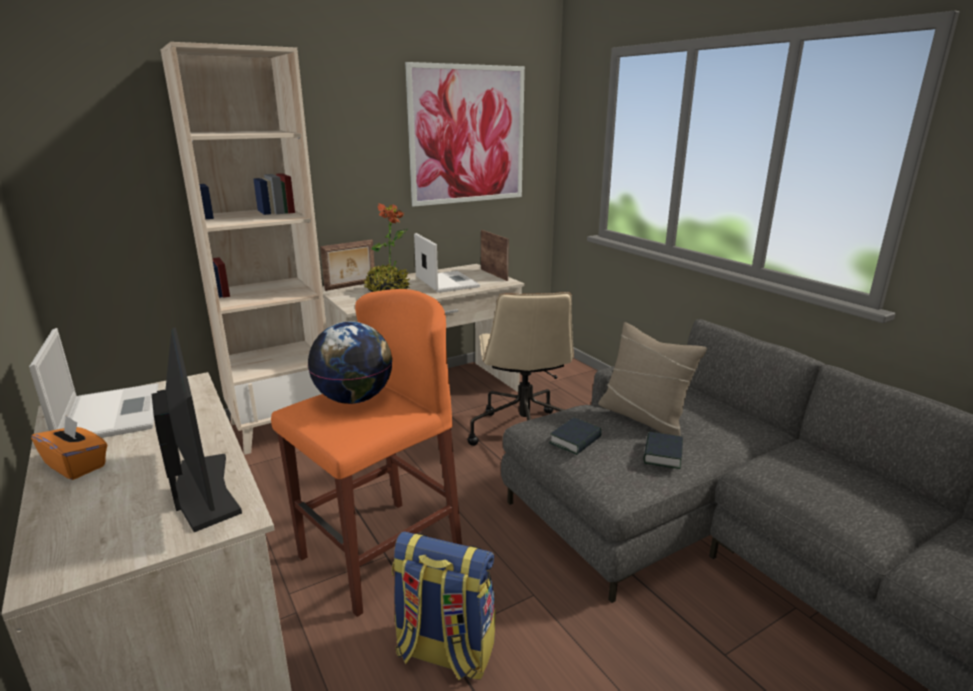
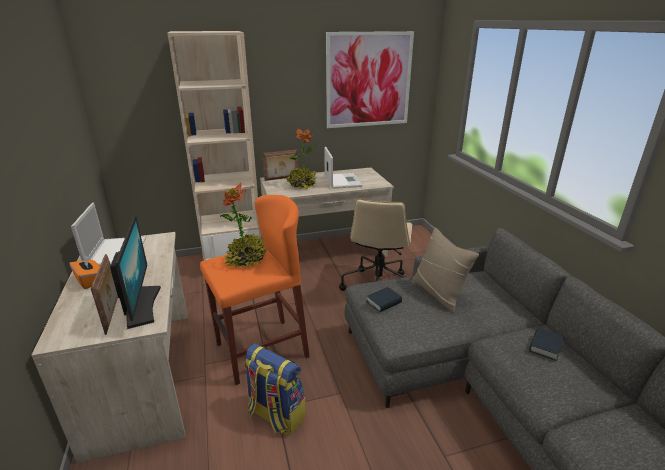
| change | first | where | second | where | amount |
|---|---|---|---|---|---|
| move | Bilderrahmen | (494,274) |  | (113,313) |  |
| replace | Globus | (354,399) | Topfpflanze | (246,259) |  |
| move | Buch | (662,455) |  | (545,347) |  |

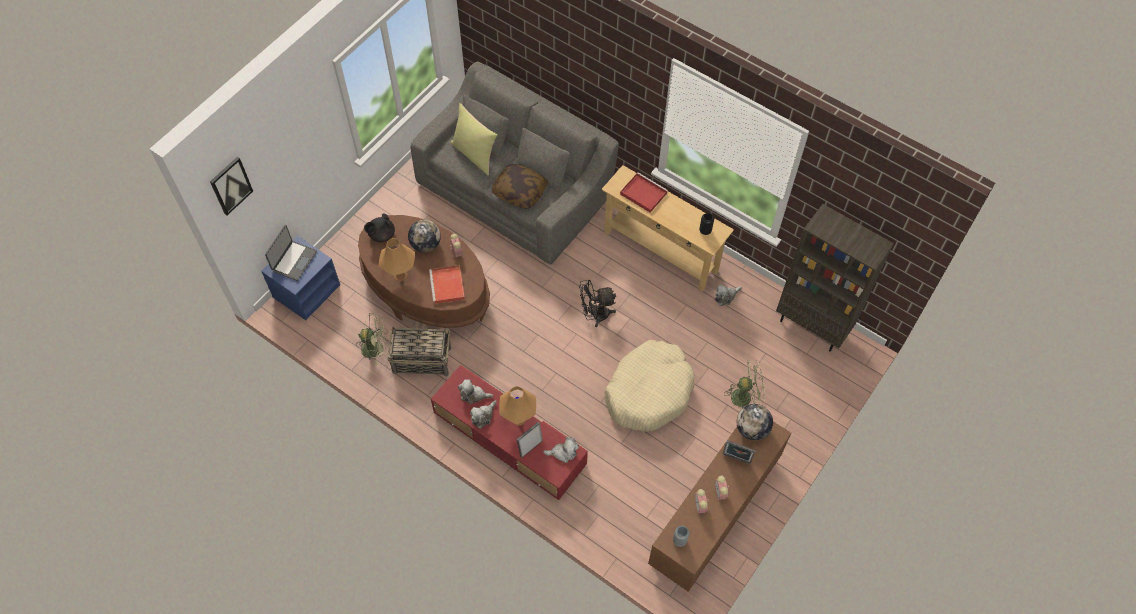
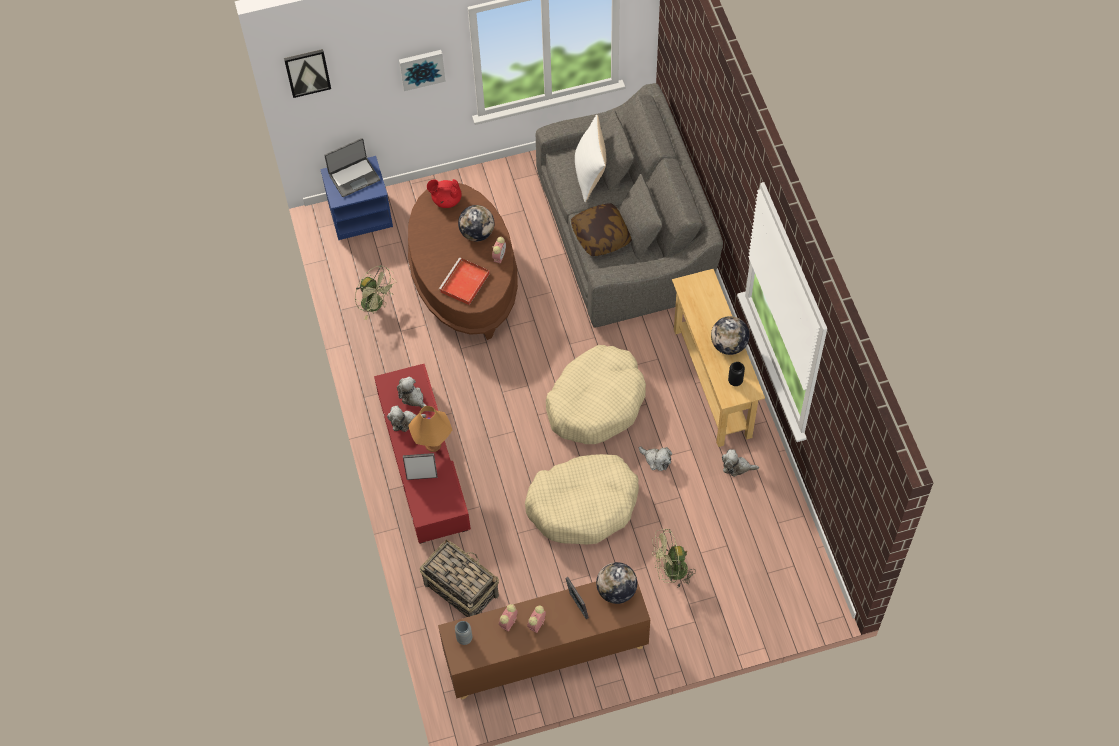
| change | first | where | second | where | amount |
|---|---|---|---|---|---|
| recolor | Kissen (gelb) | (475,154) | Kissen (weiß) | (590,175) |  |
| delete | Tablett (rot) | (642,193) |  |  |  |
| delete | Bücherregal (braun) | (812,326) |  |  |  |
| recolor | Teekanne (schwarz) | (381,235) | Teekanne (rot) | (446,200) |  |
| delete | Tischlampe (orange) | (400,275) |  |  |  |
| replace | Ventilator (schwarz) | (595,315) | Hundebett (beige) | (596,402) |  |
| move | Korb | (421,360) |  | (460,589) |  |
| rotate | Ventilator (grün) | (745,396) |  | (670,571) | 135 degrees clockwise |
| move | Plüschtier | (563,452) |  | (656,460) |  |
| insert |  |  | Bild | (421,68) |  |
| insert |  |  | Globus | (729,345) |  |

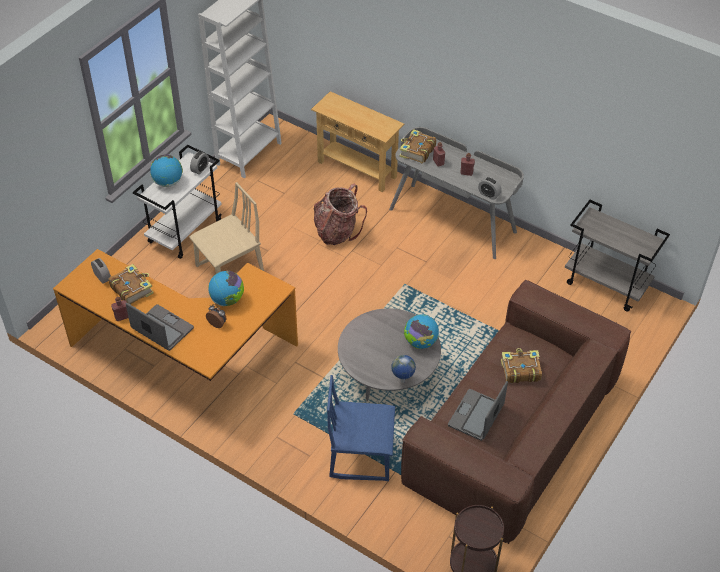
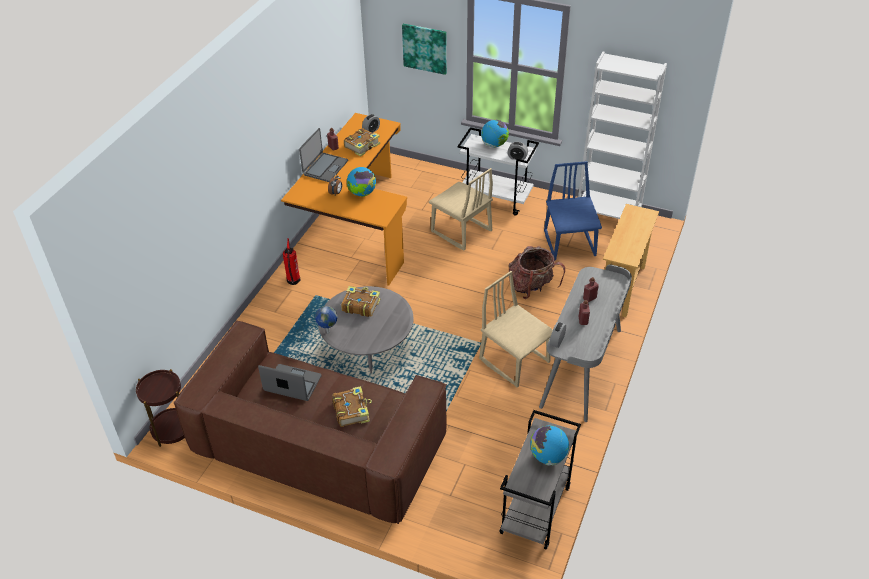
| change | first | where | second | where | amount |
|---|---|---|---|---|---|
| move | Buch | (416,151) |  | (360,305) |  |
| move | Globus | (420,342) |  | (548,456) |  |
| move | Stuhl (blau) | (360,455) |  | (570,243) |  |
| insert |  |  | Bild | (425,48) |  |
| insert |  |  | Feuerlöscher | (293,281) |  |
| insert |  |  | Stuhl (beige) | (515,360) |  |

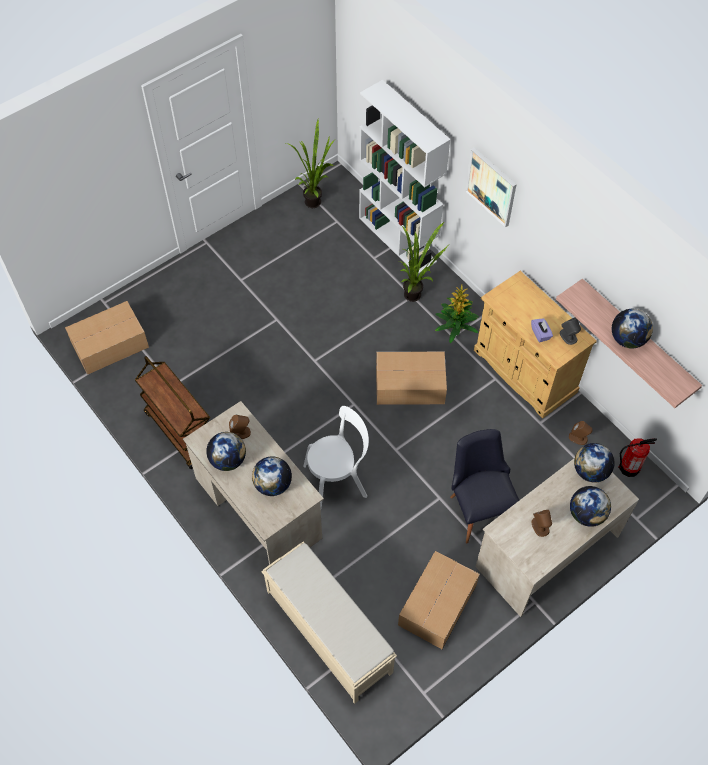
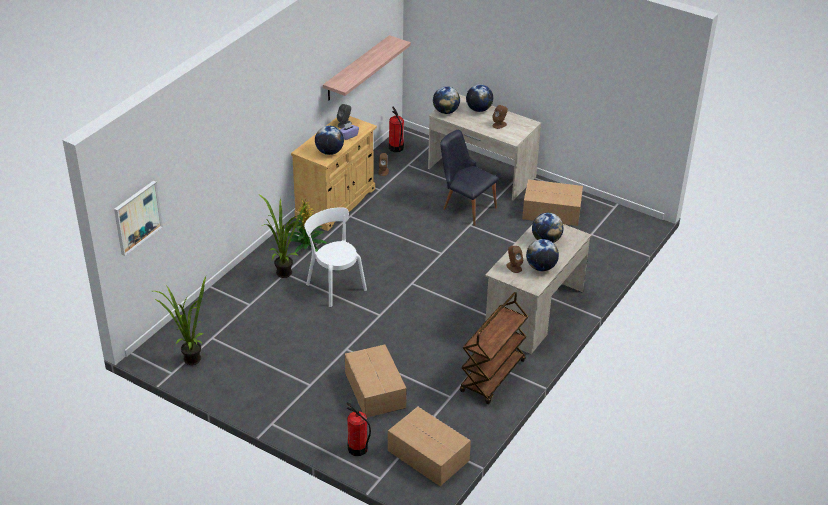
| change | first | where | second | where | amount |
|---|---|---|---|---|---|
| delete | Bücherregal (weiß) | (398,239) |  |  |  |
| move | Bild | (491,186) |  | (137,217) |  |
| move | Globus | (627,339) |  | (329,152) |  |
| move | Karton | (411,385) |  | (375,389) |  |
| move | Stuhl (weiß) | (338,480) |  | (335,285) |  |
| rotate | Stuhl (schwarz) | (479,506) |  | (465,206) | 75 degrees clockwise |
| delete | Bank (beige) | (328,631) |  |  |  |
| insert |  |  | Feuerlöscher | (357,449) |  |

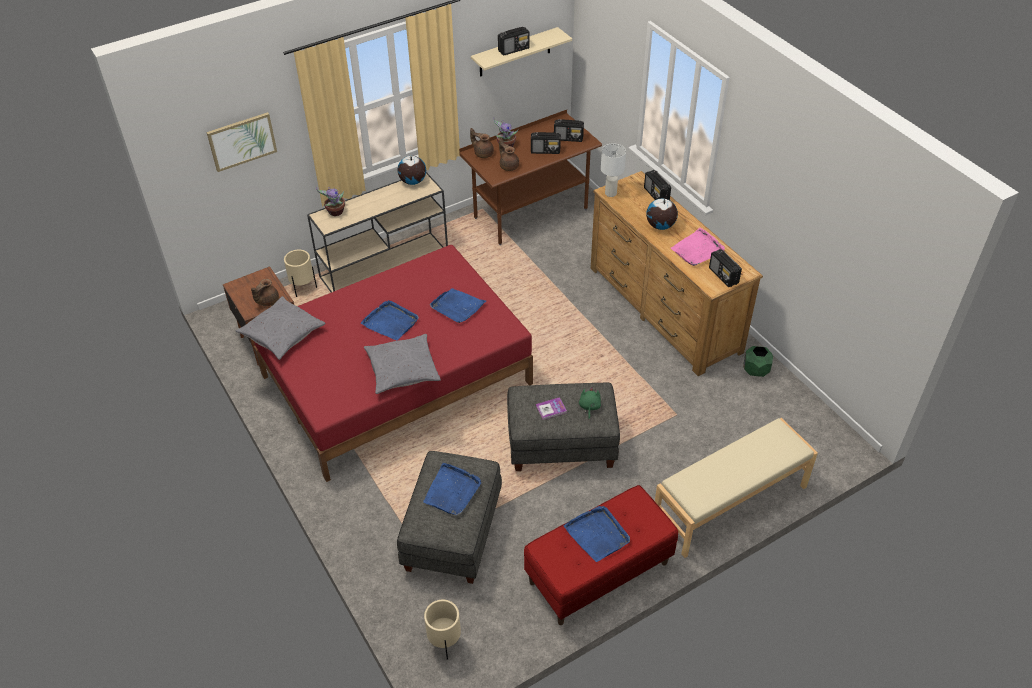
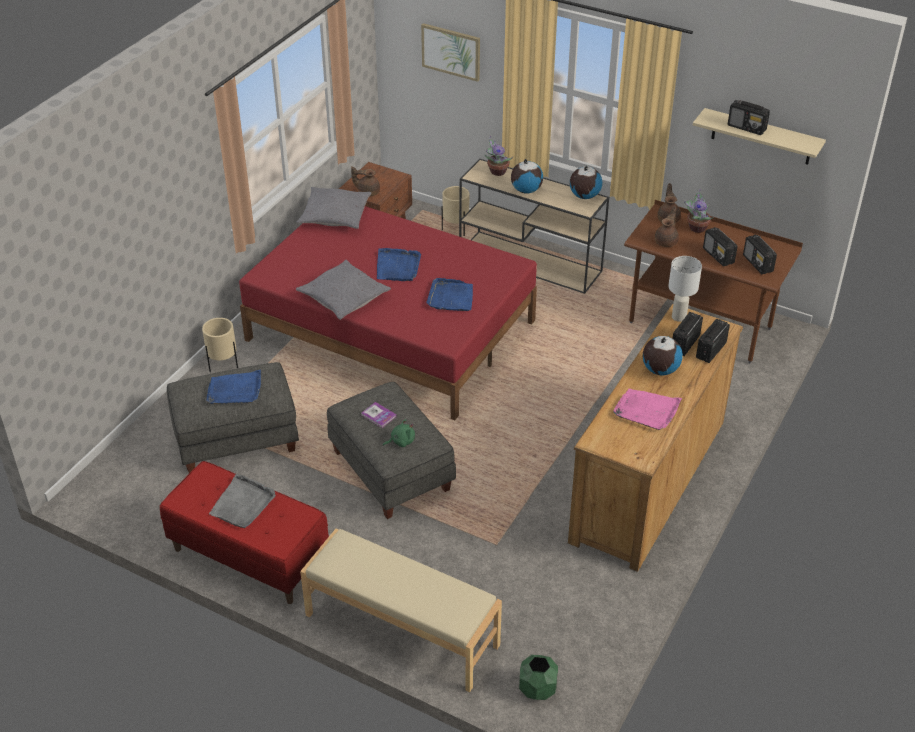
| change | first | where | second | where | amount |
|---|---|---|---|---|---|
| move | Radio | (723,276) |  | (685,344) |  |
| move | Pflanzkübel (grün) | (755,371) |  | (537,689) |  |
| recolor | Tablett (blau) | (597,534) | Tablett (grau) | (243,504) |  |
| move | Pflanzkübel (beige) | (444,642) |  | (223,365) |  |
| insert |  |  | Globus | (526,190) |  |

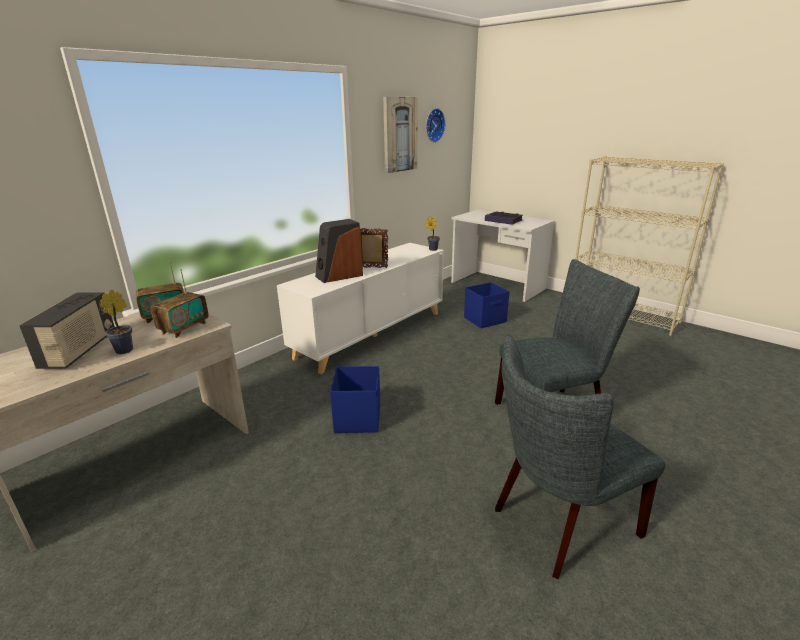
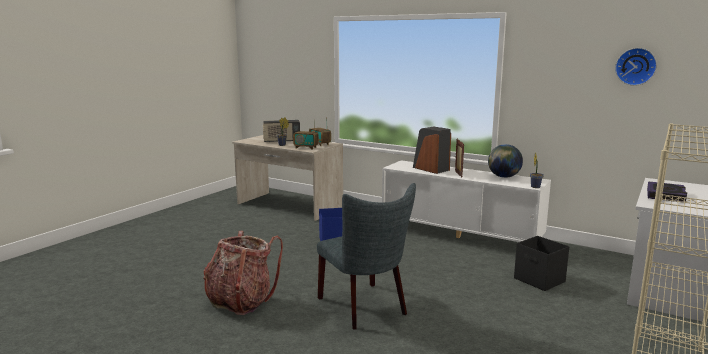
| change | first | where | second | where | amount |
|---|---|---|---|---|---|
| delete | Bild | (399,134) |  |  |  |
| recolor | Aufbewahrungsbox (blau) | (485,320) | Aufbewahrungsbox (schwarz) | (539,280) |  |
| replace | Stuhl (grau) | (558,524) | Rucksack | (241,301) |  |
| insert |  |  | Globus | (503,177) |  |

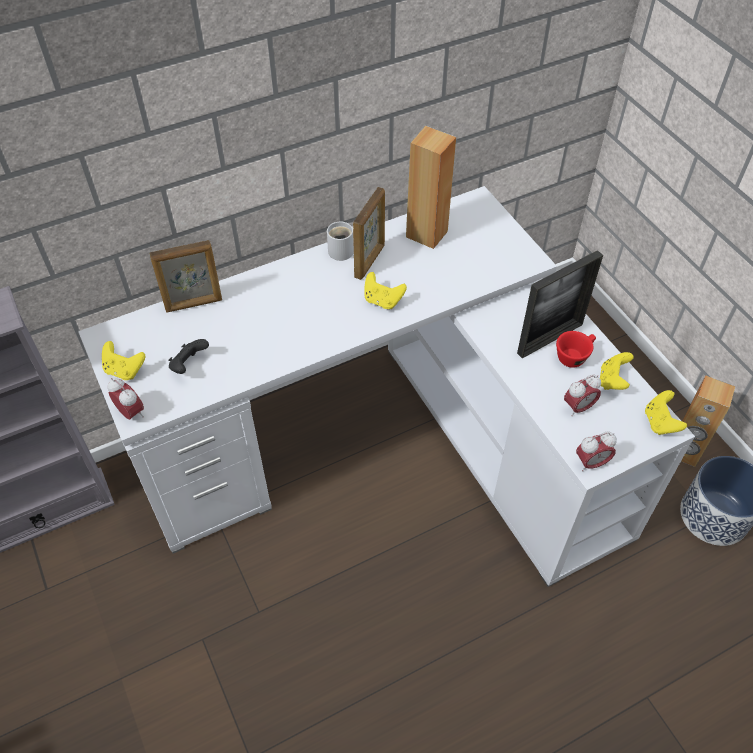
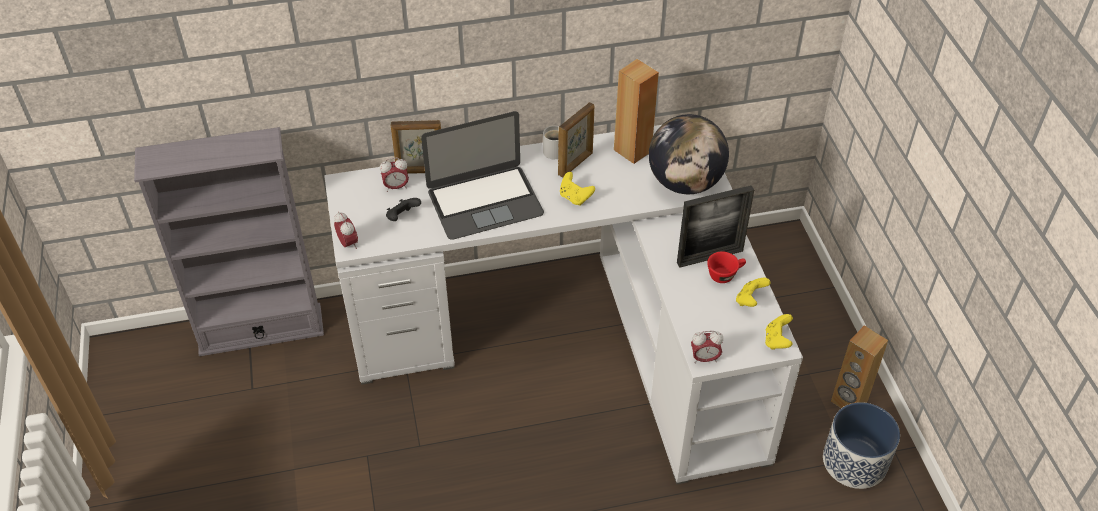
| change | first | where | second | where | amount |
|---|---|---|---|---|---|
| delete | Gamepad (gelb) | (124,370) |  |  |  |
| move | Wecker | (578,407) |  | (396,187) |  |
| insert |  |  | Laptop | (485,202) |  |
| insert |  |  | Globus | (685,183) |  |

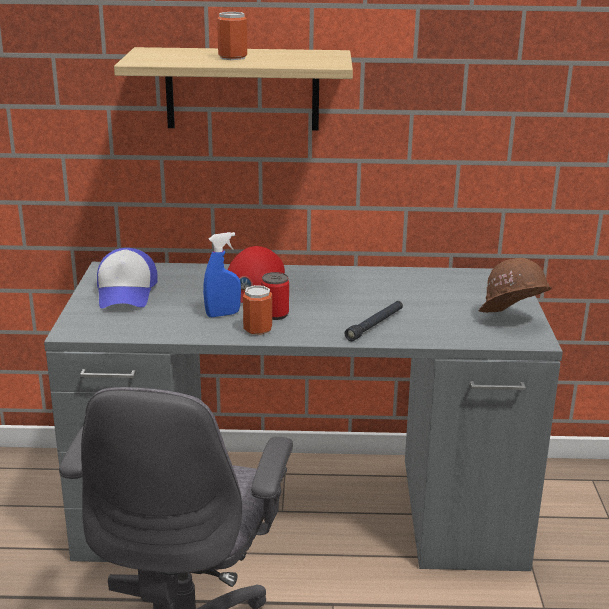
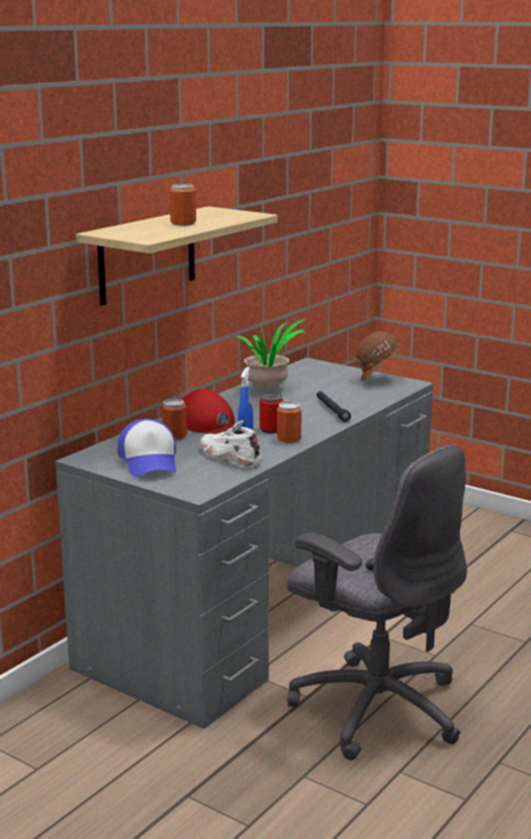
| change | first | where | second | where | amount |
|---|---|---|---|---|---|
| rotate | Kappe | (126,292) |  | (150,462) | 45 degrees clockwise |
| insert |  |  | Topfpflanze | (270,389) |  |
| insert |  |  | Dose | (174,437) |  |
| insert |  |  | Schuh (weiß) | (229,457) |  |

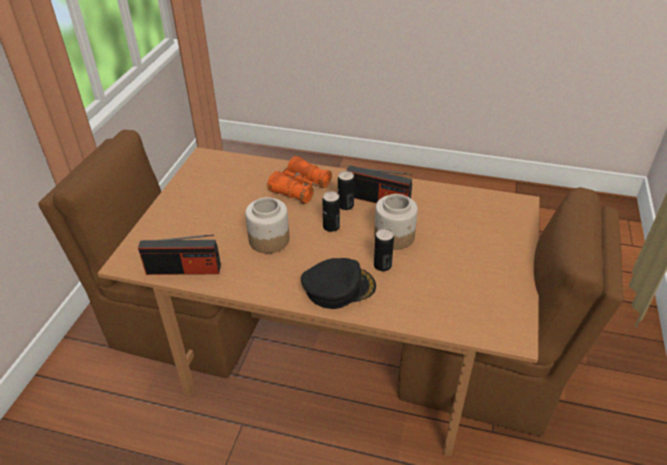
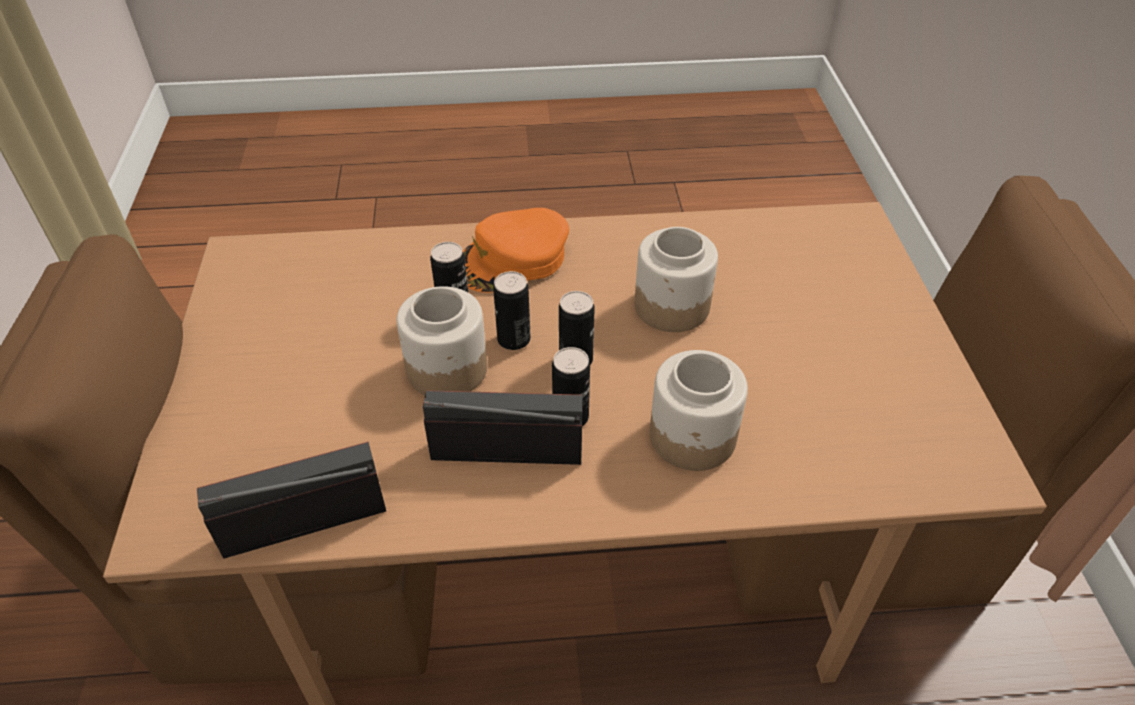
| change | first | where | second | where | amount |
|---|---|---|---|---|---|
| replace | Fernglas (orange) | (300,188) | Vorratsglas | (693,437) |  |
| move | Radio | (184,269) |  | (303,522) |  |
| recolor | Kappe (schwarz) | (338,287) | Kappe (orange) | (513,260) |  |
| insert |  |  | Dose | (514,339) |  |

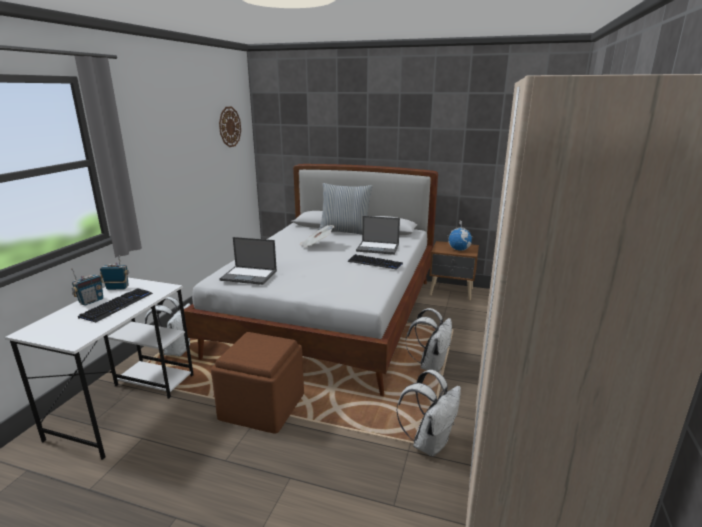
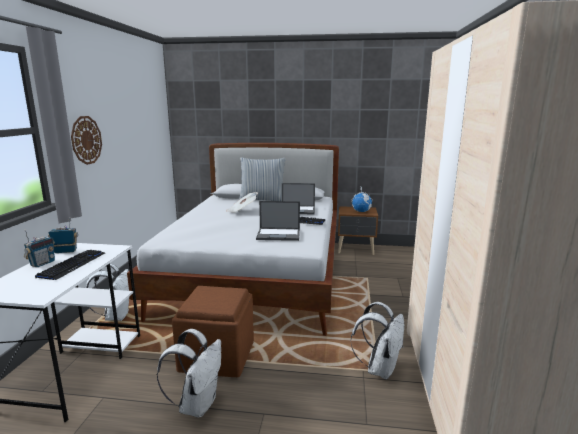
| change | first | where | second | where | amount |
|---|---|---|---|---|---|
| move | Wanduhr | (229,126) |  | (86,140) |  |
| move | Laptop | (249,275) |  | (279,234) |  |
| move | Rucksack (weiß) | (430,365) |  | (197,404) |  |

